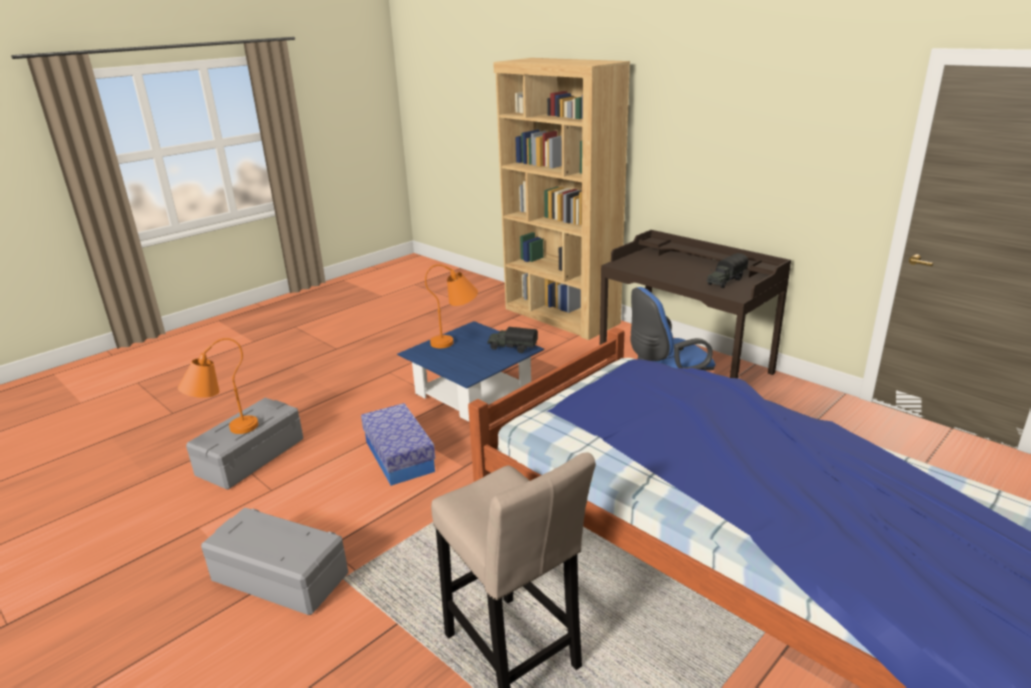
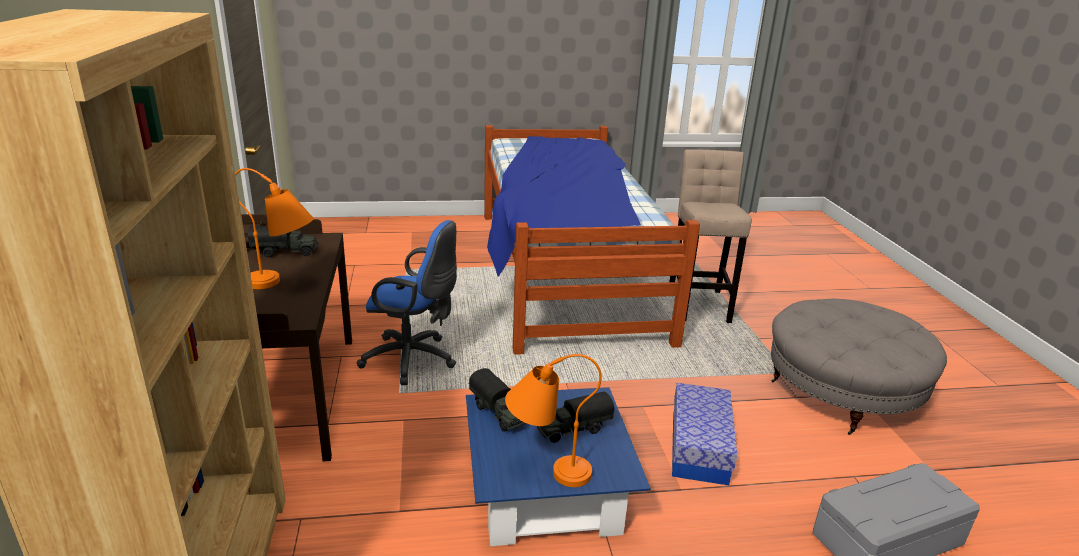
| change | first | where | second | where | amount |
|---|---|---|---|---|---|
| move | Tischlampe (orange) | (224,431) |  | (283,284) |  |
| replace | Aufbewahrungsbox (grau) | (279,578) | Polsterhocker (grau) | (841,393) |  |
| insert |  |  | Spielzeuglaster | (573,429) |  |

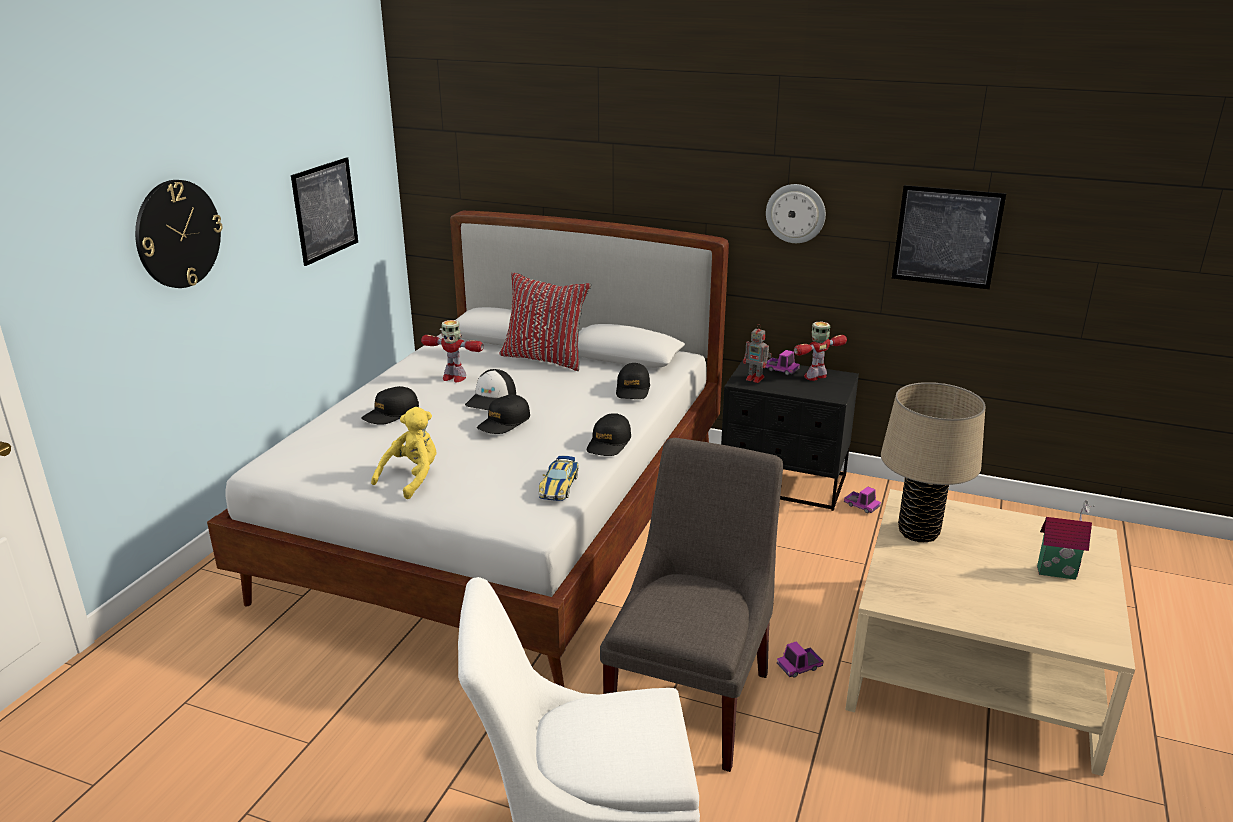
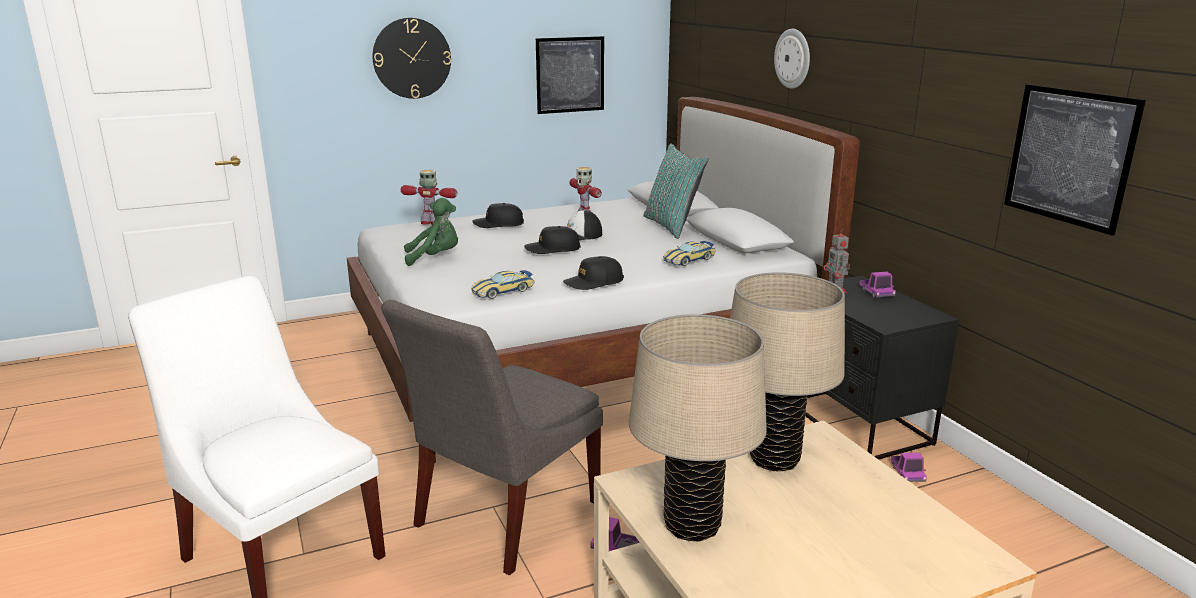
| change | first | where | second | where | amount |
|---|---|---|---|---|---|
| move | Wanduhr | (795,213) |  | (793,58) |  |
| recolor | Kissen (rot) | (545,358) | Kissen (türkis) | (672,226) |  |
| move | Spielzeugroboter | (816,376) |  | (432,223) |  |
| replace | Kappe (schwarz) | (633,389) | Spielzeugauto | (689,259) |  |
| recolor | Plüschtier (gelb) | (412,478) | Plüschtier (grün) | (435,258) |  |
| rotate | Stuhl (grau) | (692,697) |  | (502,517) | 150 degrees clockwise |
| delete | Spielzeughaus | (1056,571) |  |  |  |
| insert |  |  | Tischlampe (beige) | (692,526) |  |

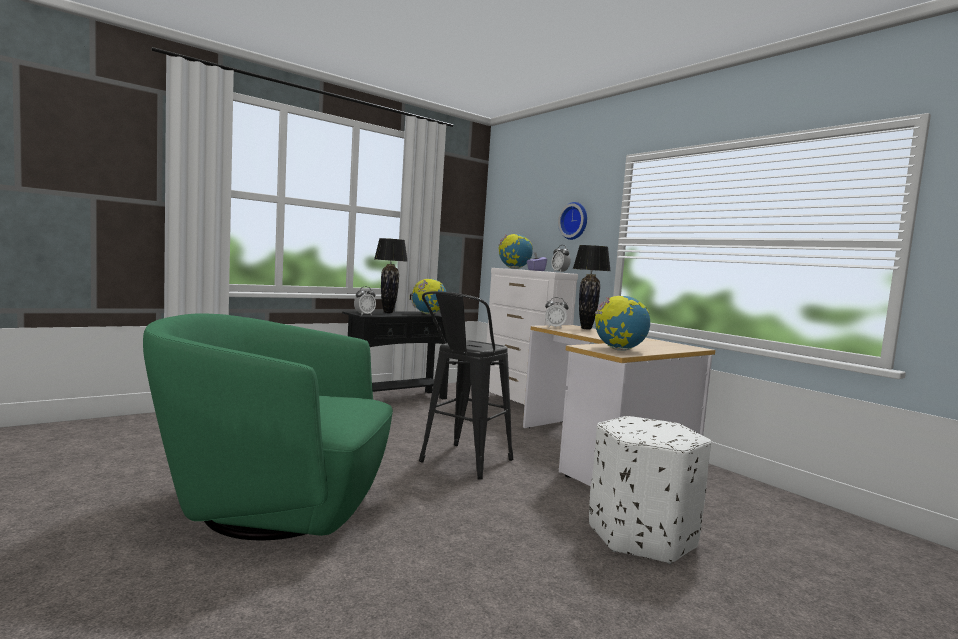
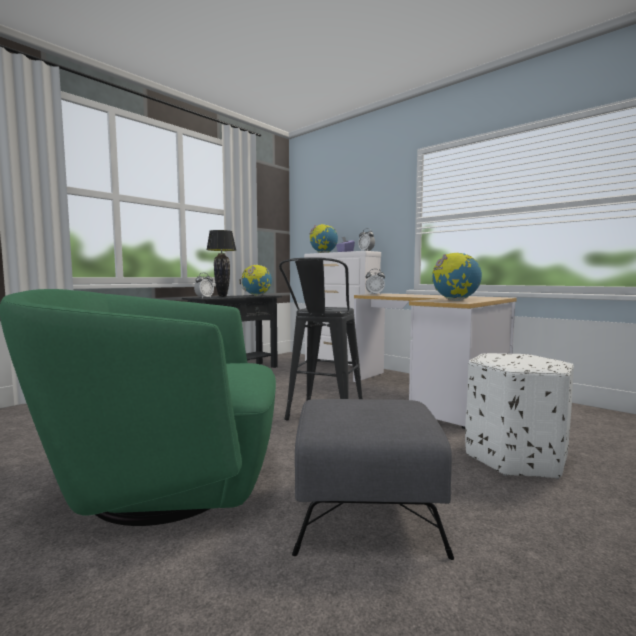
| change | first | where | second | where | amount |
|---|---|---|---|---|---|
| delete | Wanduhr | (575,221) |  |  |  |
| delete | Tischlampe (schwarz) | (586,329) |  |  |  |
| insert |  |  | Polsterhocker (grau) | (364,509) |  |

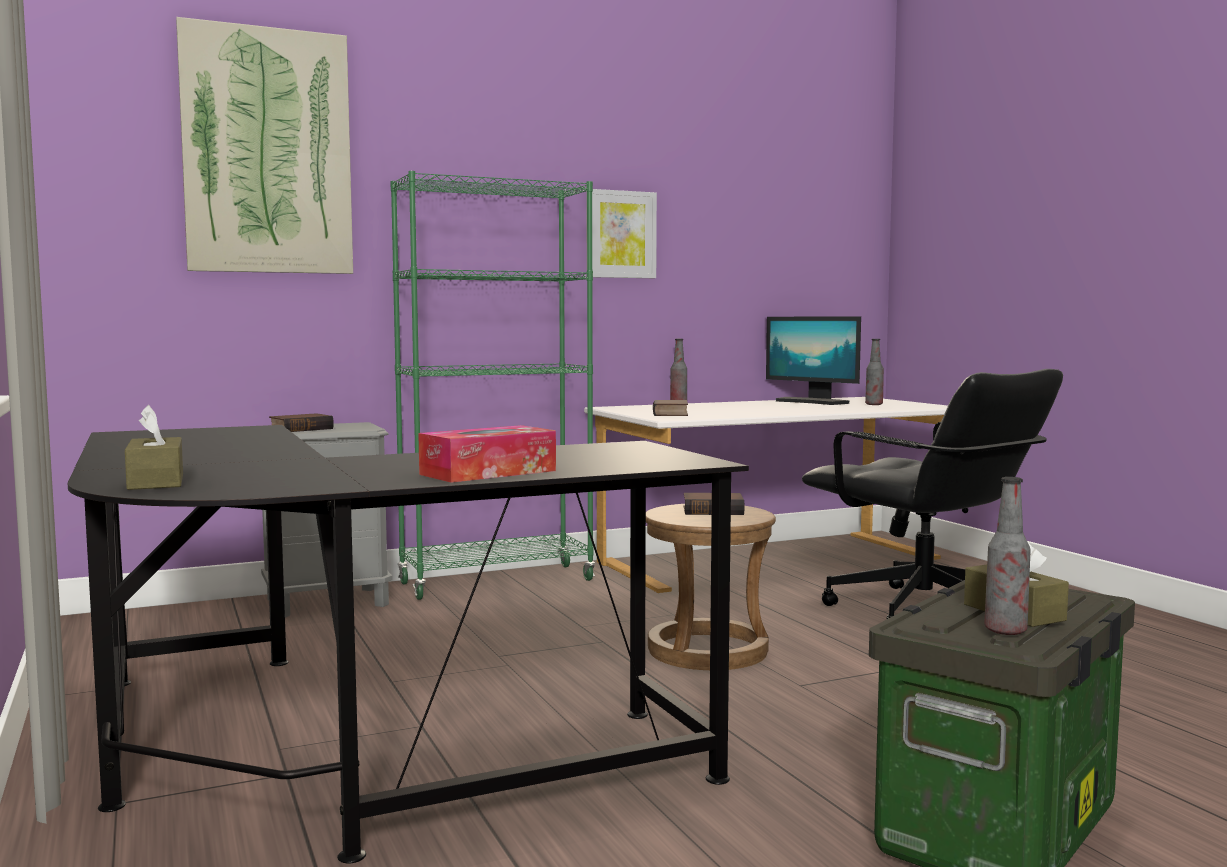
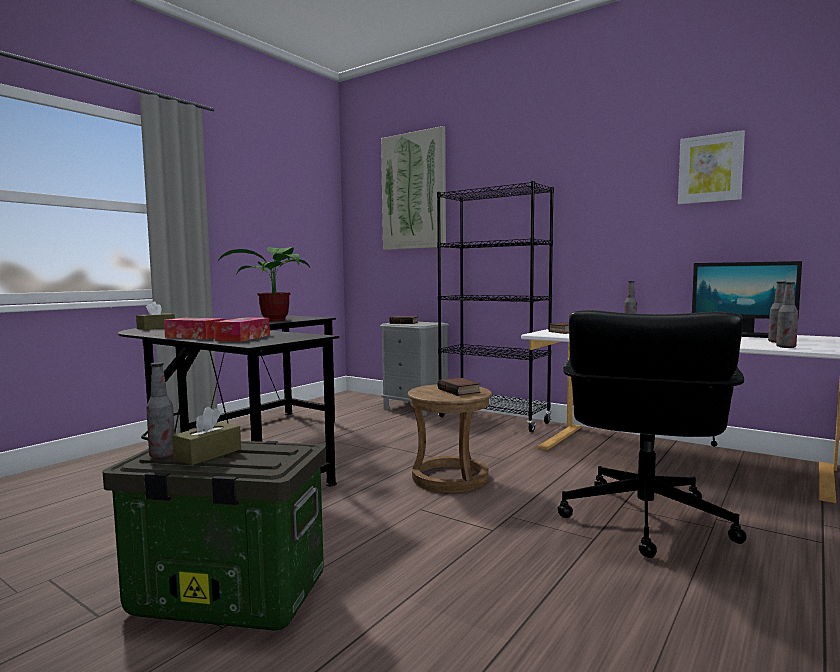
| change | first | where | second | where | amount |
|---|---|---|---|---|---|
| recolor | Bücherregal (grün) | (497,582) | Bücherregal (schwarz) | (493,420) |  |
| move | Bild | (620,234) |  | (710,169) |  |
| rotate | Monitor | (812,402) |  | (742,335) | 75 degrees counterclockwise |
| insert |  |  | Topfpflanze | (275,320) |  |
| insert |  |  | Flasche | (786,347) |  |
| insert |  |  | Taschentuchbox | (243,338) |  |

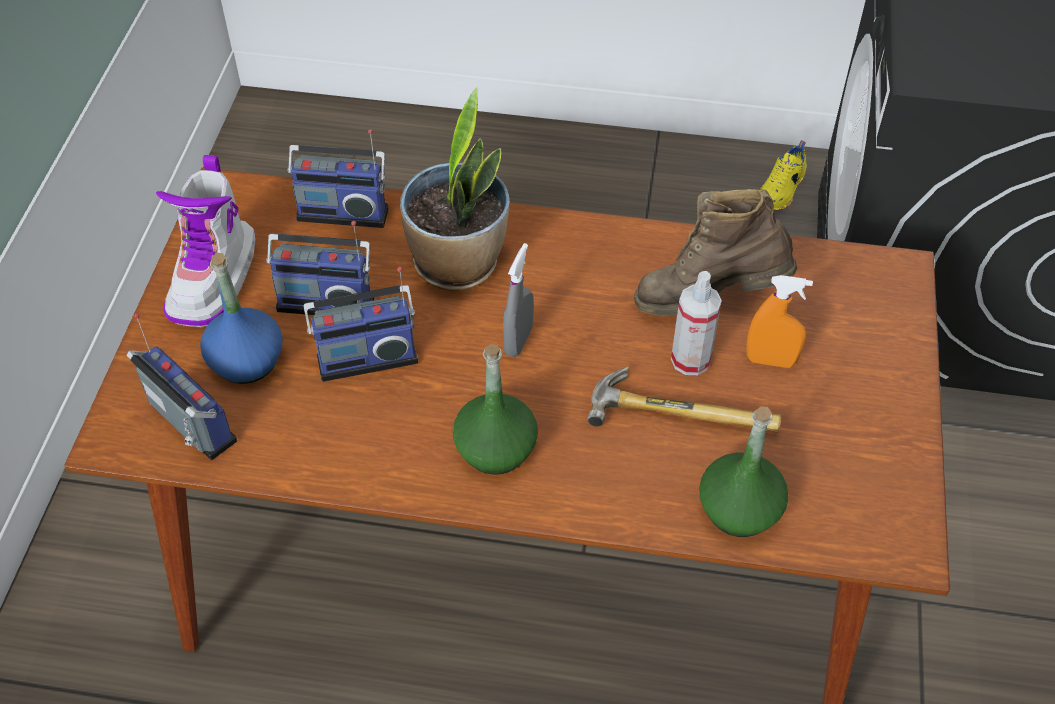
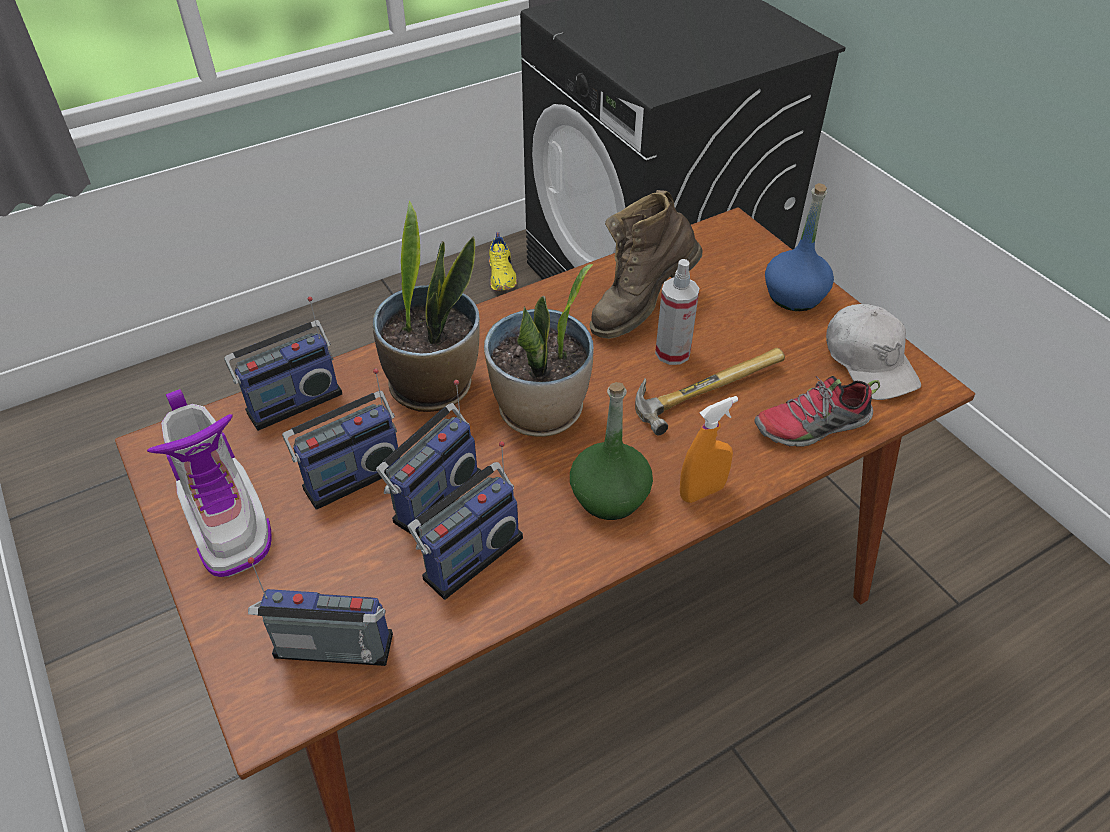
| change | first | where | second | where | amount |
|---|---|---|---|---|---|
| replace | Sprühflasche (grau) | (518,341) | Topfpflanze | (541,412) |  |
| move | Flasche (blau) | (246,361) |  | (794,296) |  |
| move | Sprühflasche (orange) | (770,360) |  | (702,492) |  |
| replace | Flasche (grün) | (739,510) | Schuh | (812,427) |  |
| insert |  |  | Kappe (weiß) | (869,362) |  |
| insert |  |  | Radio | (469,554) |  |

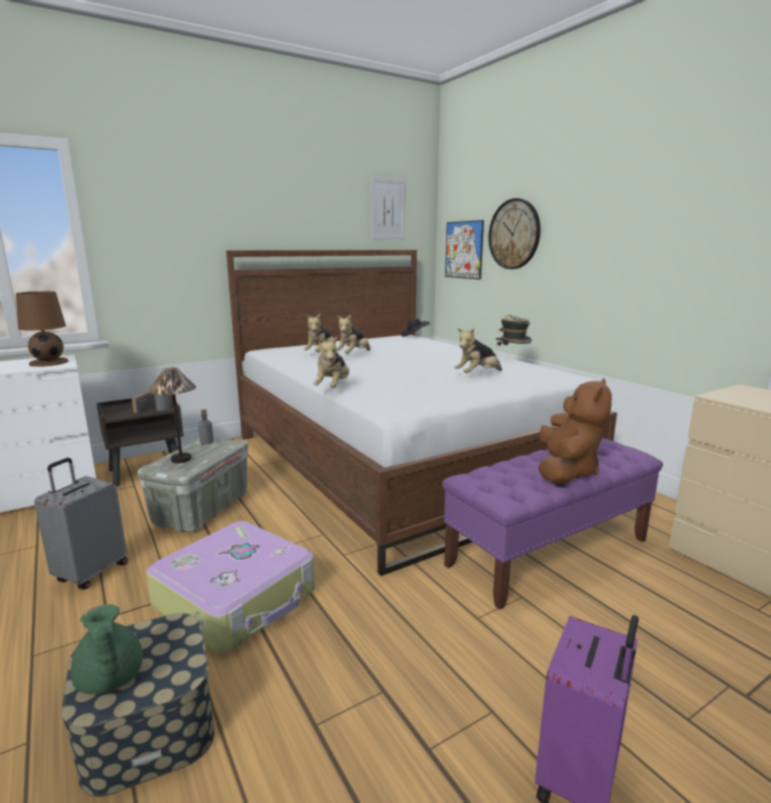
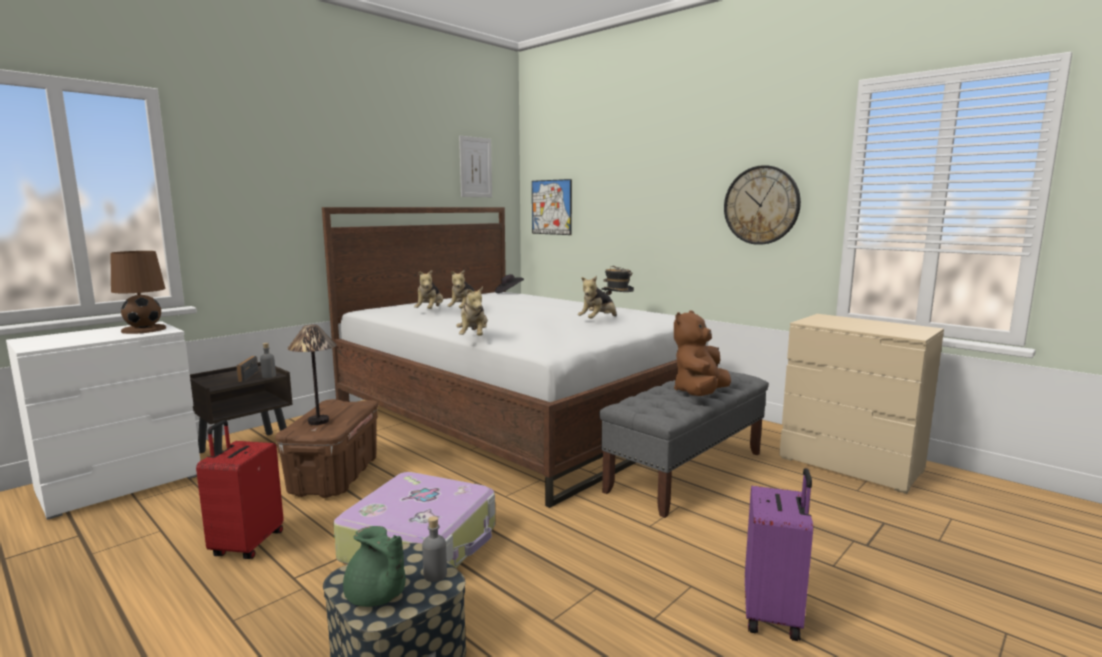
| change | first | where | second | where | amount |
|---|---|---|---|---|---|
| move | Wanduhr | (514,234) |  | (761,205) |  |
| rotate | Plüschtier (braun) | (566,471) |  | (699,394) | 150 degrees counterclockwise |
| move | Flasche (grau) | (207,442) |  | (435,575) |  |
| recolor | Aufbewahrungsbox (grau) | (202,509) | Aufbewahrungsbox (braun) | (334,476) |  |
| recolor | Bank (lila) | (549,552) | Bank (grau) | (686,471) |  |
| recolor | Koffer (grau) | (91,573) | Koffer (rot) | (246,545) |  |

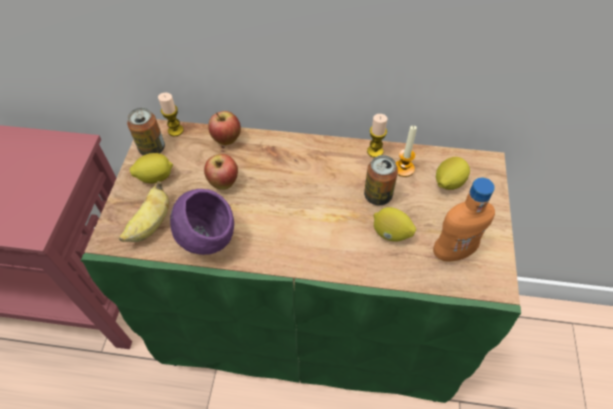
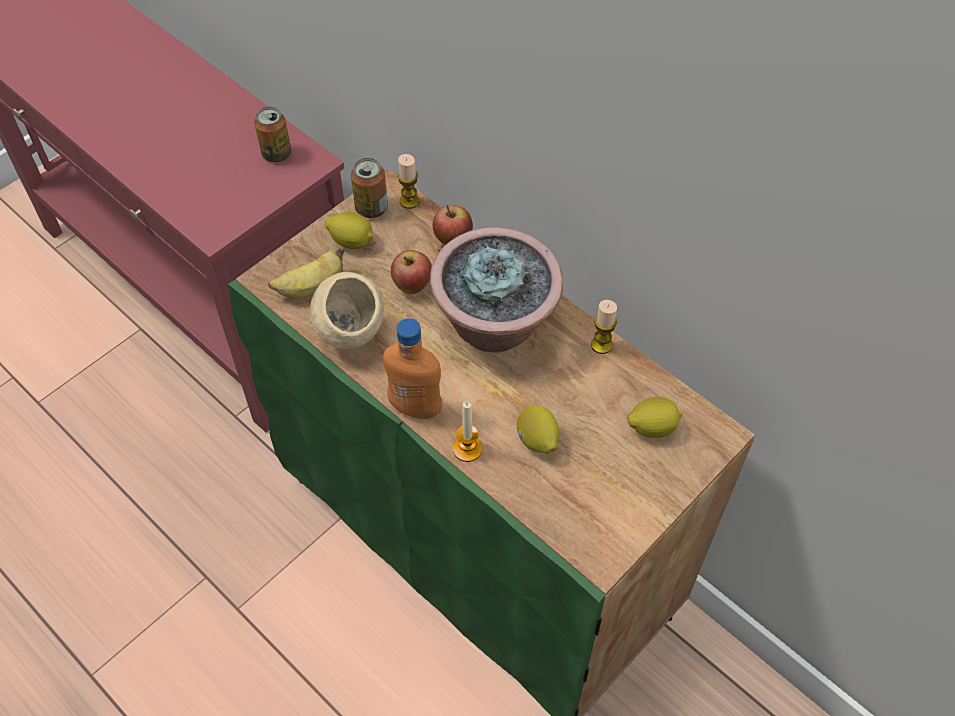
| change | first | where | second | where | amount |
|---|---|---|---|---|---|
| move | Kerze | (403,168) |  | (467,449) |  |
| move | Dose | (378,195) |  | (276,154) |  |
| move | Flasche (orange) | (453,252) |  | (415,407) |  |
| recolor | Schüssel (lila) | (208,241) | Schüssel (beige) | (350,336) |  |
| insert |  |  | Topfpflanze | (495,325) |  |

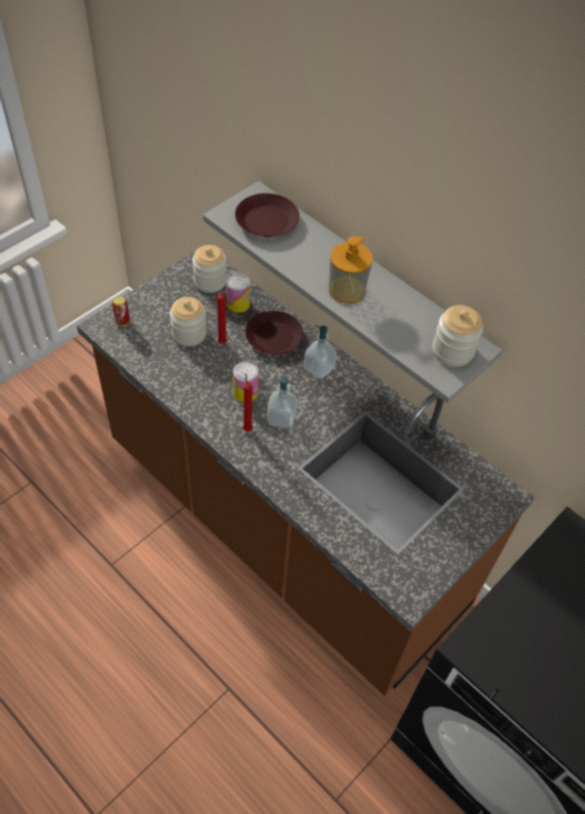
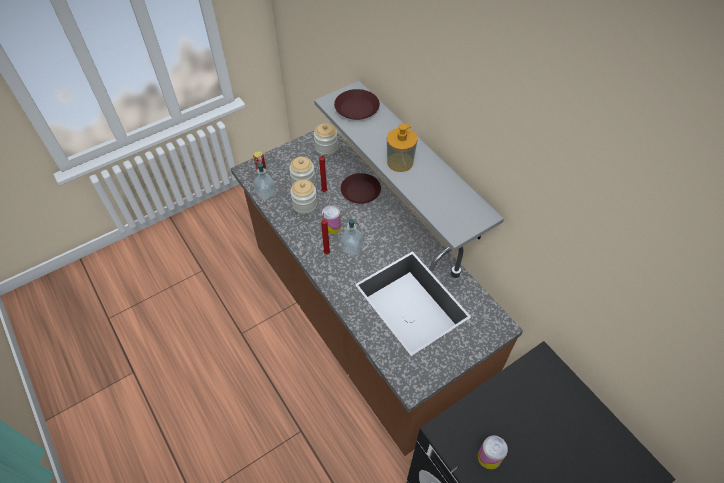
| change | first | where | second | where | amount |
|---|---|---|---|---|---|
| move | Dose | (238,304) |  | (489,457) |  |
| move | Vorratsglas | (452,351) |  | (305,205) |  |
| move | Seifenspender | (319,368) |  | (266,193) |  |

